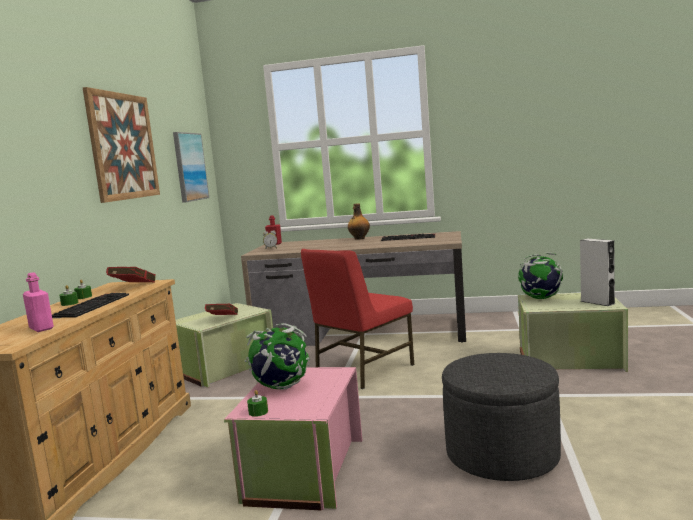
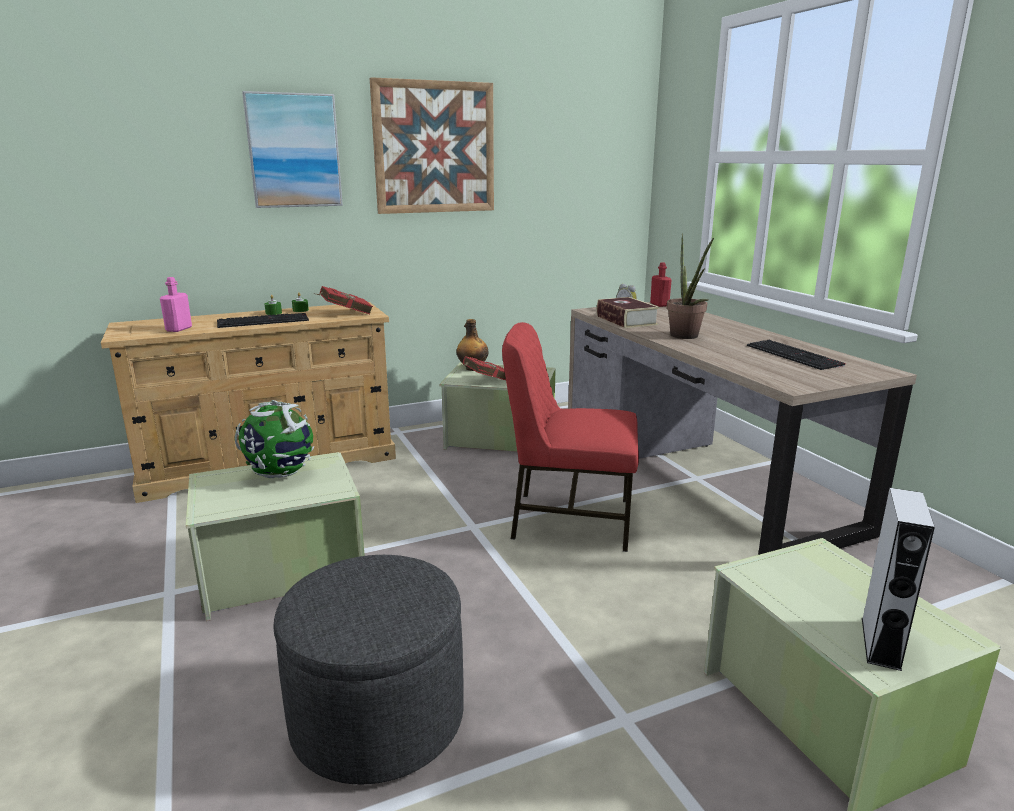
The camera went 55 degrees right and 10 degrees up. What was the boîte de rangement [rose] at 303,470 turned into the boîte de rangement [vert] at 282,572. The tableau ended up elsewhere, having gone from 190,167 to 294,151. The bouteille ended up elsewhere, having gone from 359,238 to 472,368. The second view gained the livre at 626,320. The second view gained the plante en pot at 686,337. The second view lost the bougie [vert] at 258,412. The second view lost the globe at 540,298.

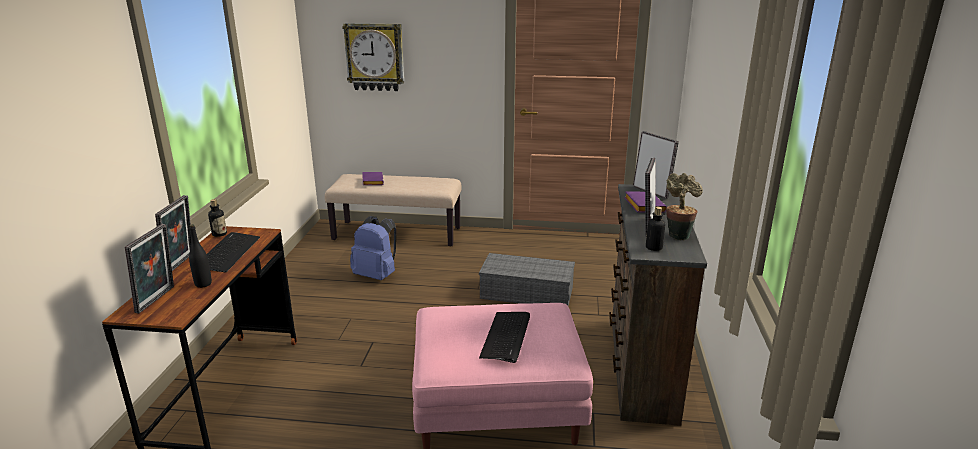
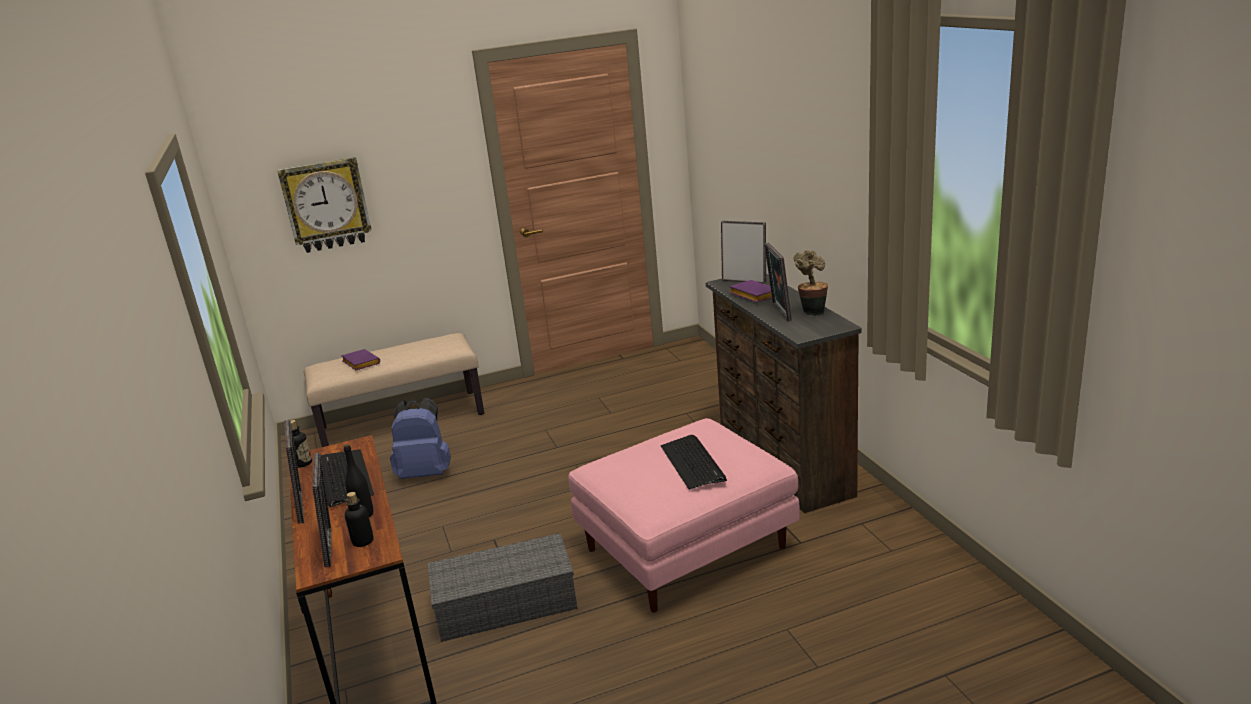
The camera went 25 degrees left and 0 degrees up. The bouteille ended up elsewhere, having gone from 654,247 to 363,541. The boîte de rangement [gris] ended up elsewhere, having gone from 528,292 to 507,602.

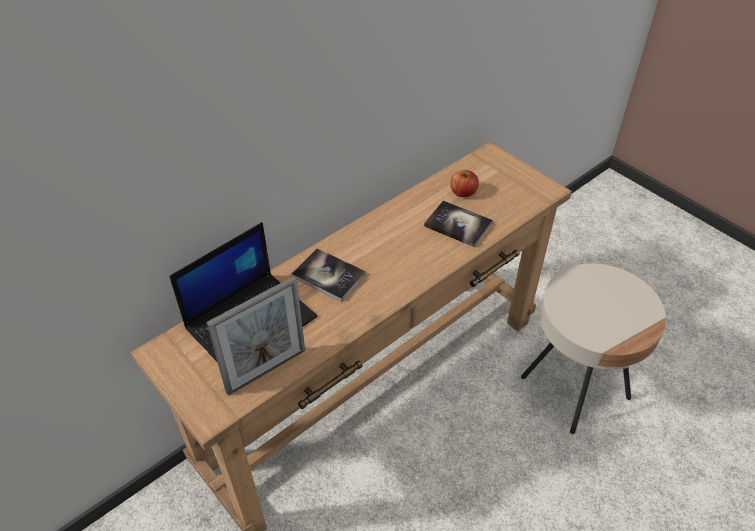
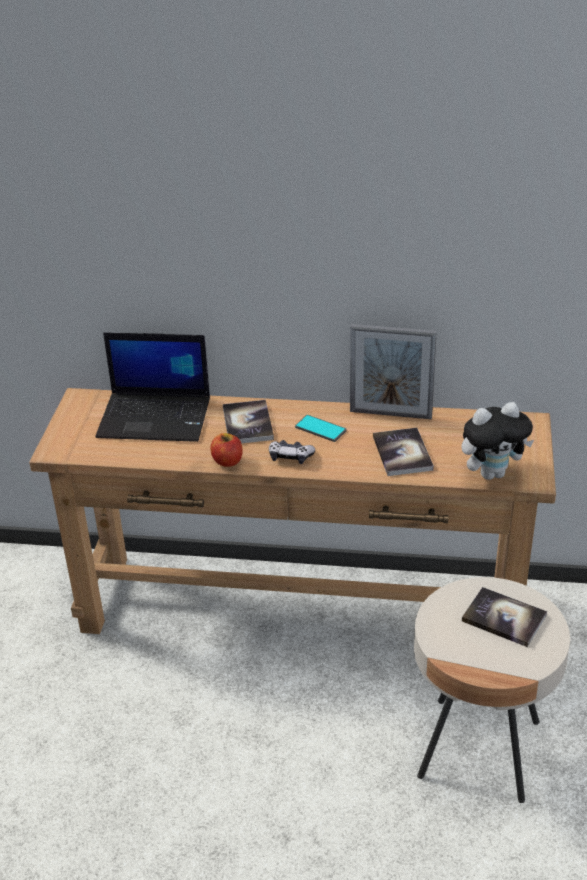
The camera went 50 degrees right and 10 degrees down. The pomme ended up elsewhere, having gone from 463,192 to 227,461. The second view gained the manette at 290,457. The second view gained the téléphone at 320,429. The cadre photo ended up elsewhere, having gone from 266,371 to 390,414. The second view gained the peluche at 492,473. The second view gained the livre at 504,618.

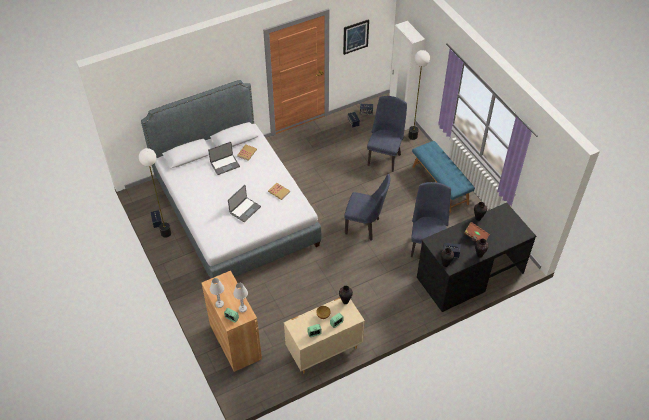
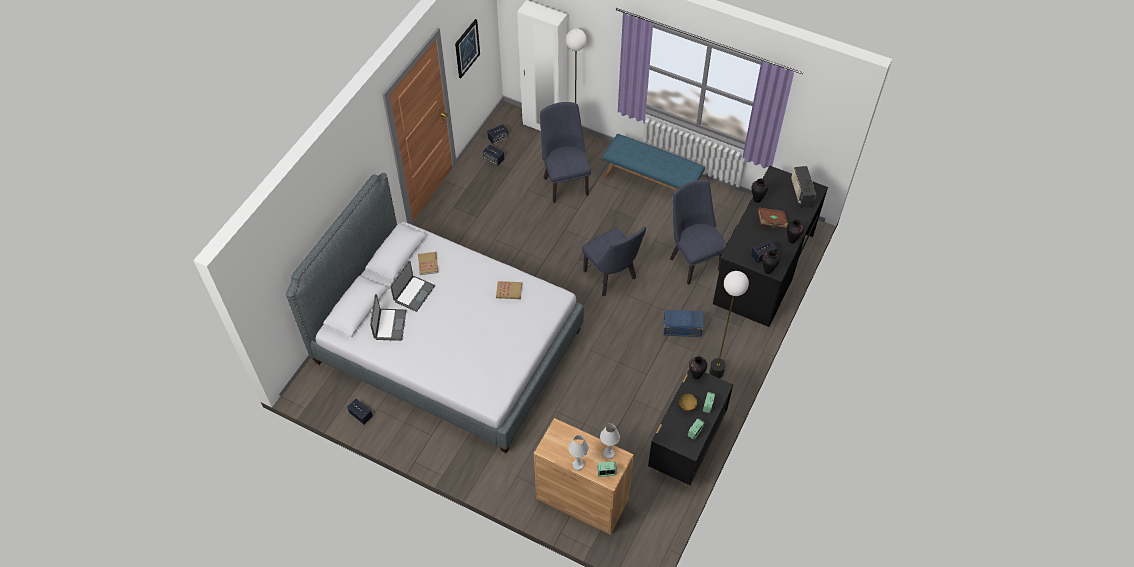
The camera went 35 degrees left and 5 degrees up. The ordinateur portable ended up elsewhere, having gone from 244,209 to 389,325. The chaise [bleu] at 365,227 ended up facing another way, 75 degrees clockwise from before. What was the commode [beige] at 323,350 turned into the commode [noir] at 685,447. The second view gained the boîte de rangement [bleu] at 683,328. The lampadaire ended up elsewhere, having gone from 166,233 to 716,372. The second view gained the radio at 801,194.

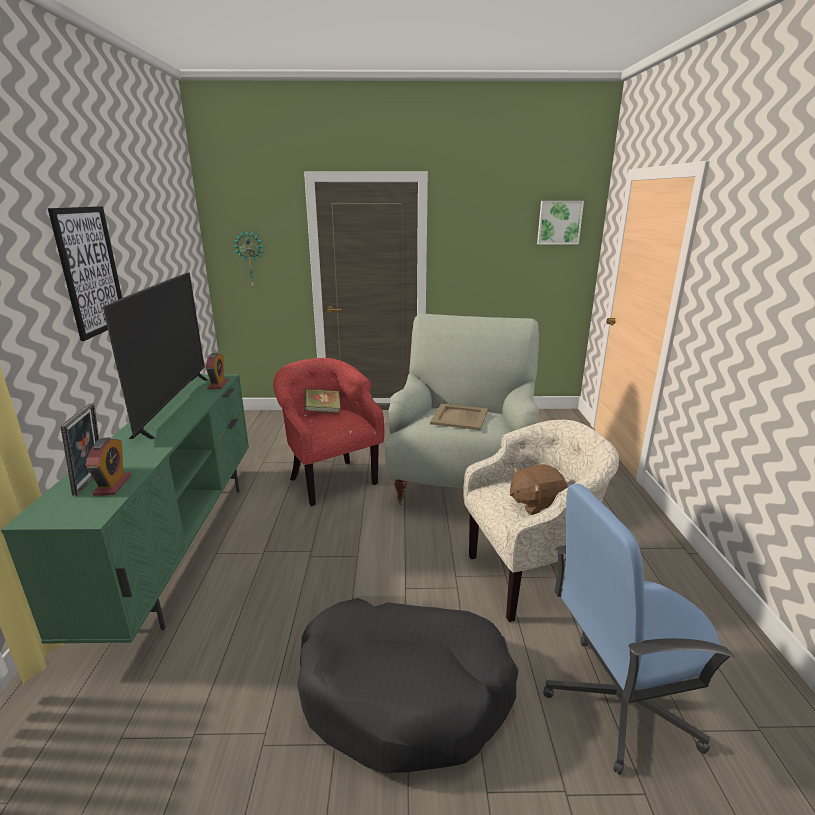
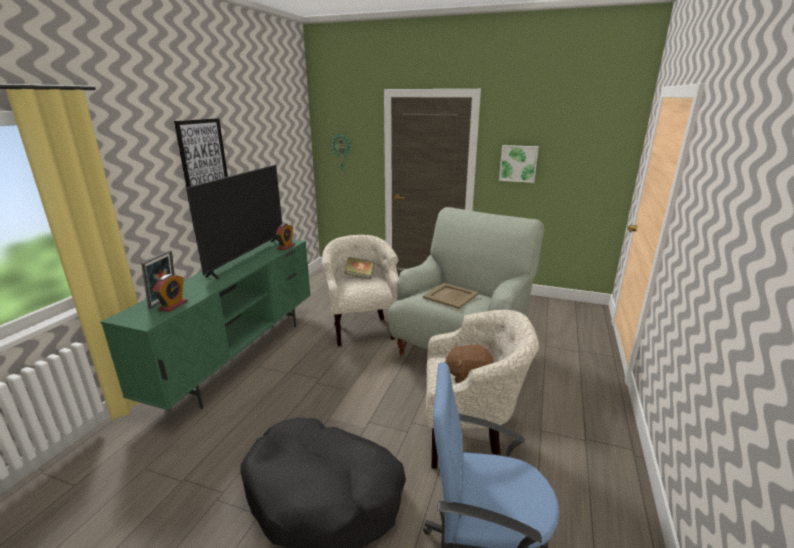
The camera went 20 degrees right and 0 degrees up. What was the fauteuil [rouge] at 330,479 turned into the fauteuil [beige] at 362,329. The tableau ended up elsewhere, having gone from 559,222 to 518,163.

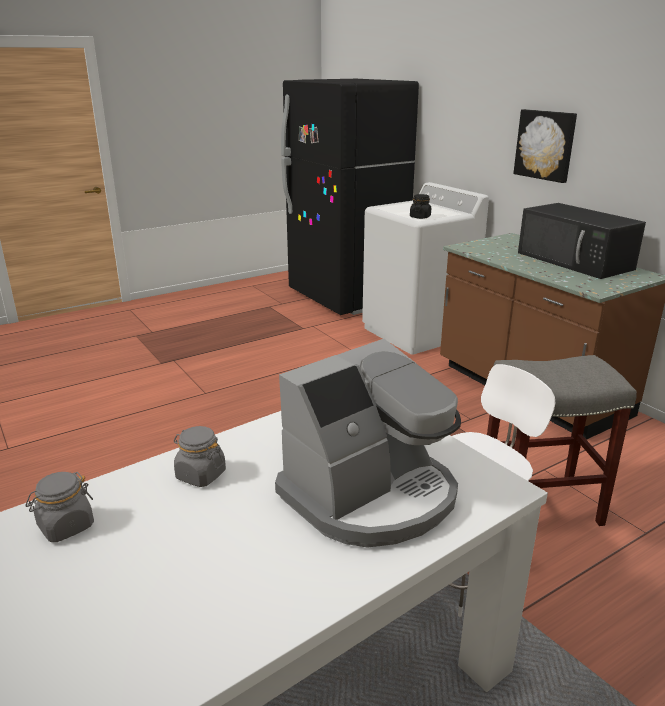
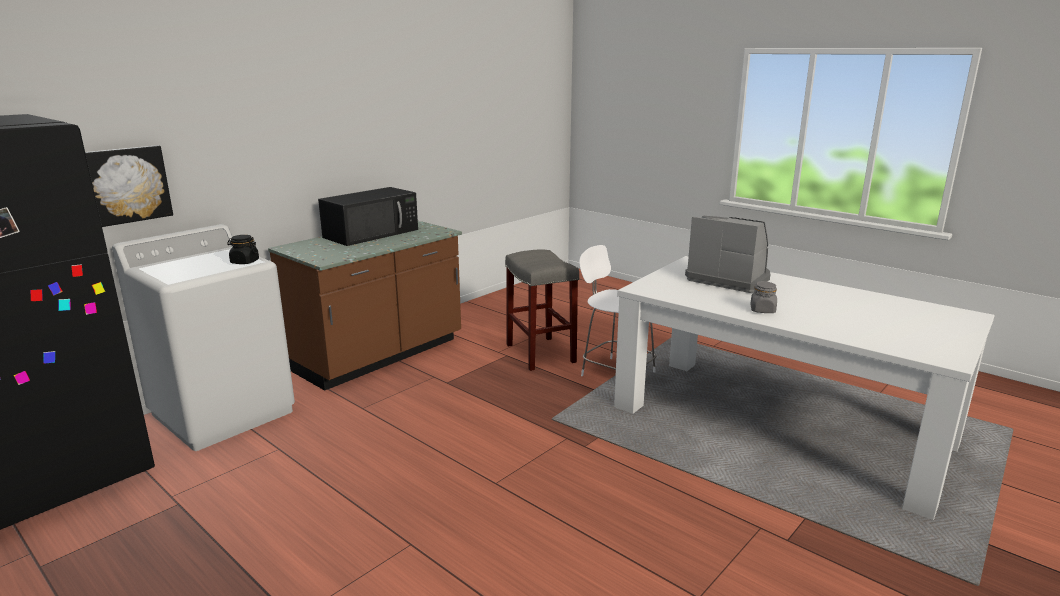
The camera went 105 degrees left and 5 degrees down. The tableau ended up elsewhere, having gone from 545,145 to 126,185. The second view lost the bocal [gris] at 65,526.

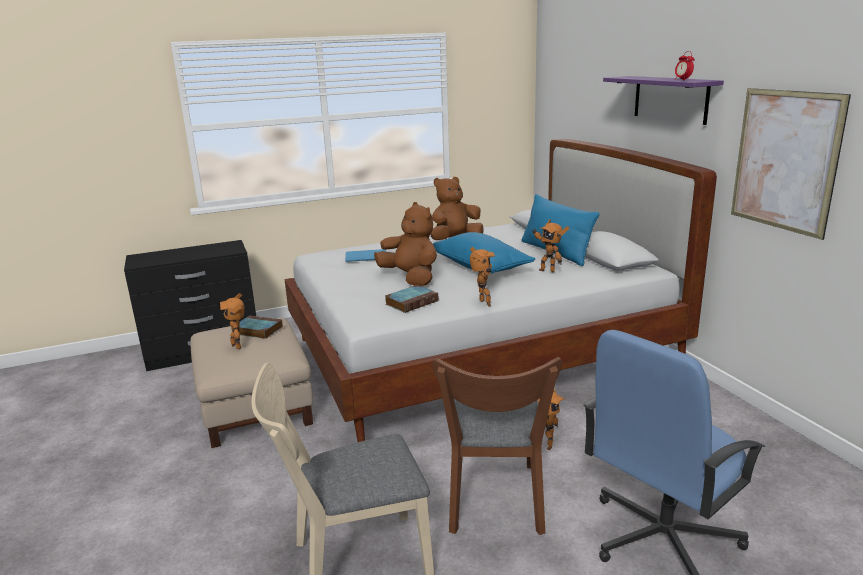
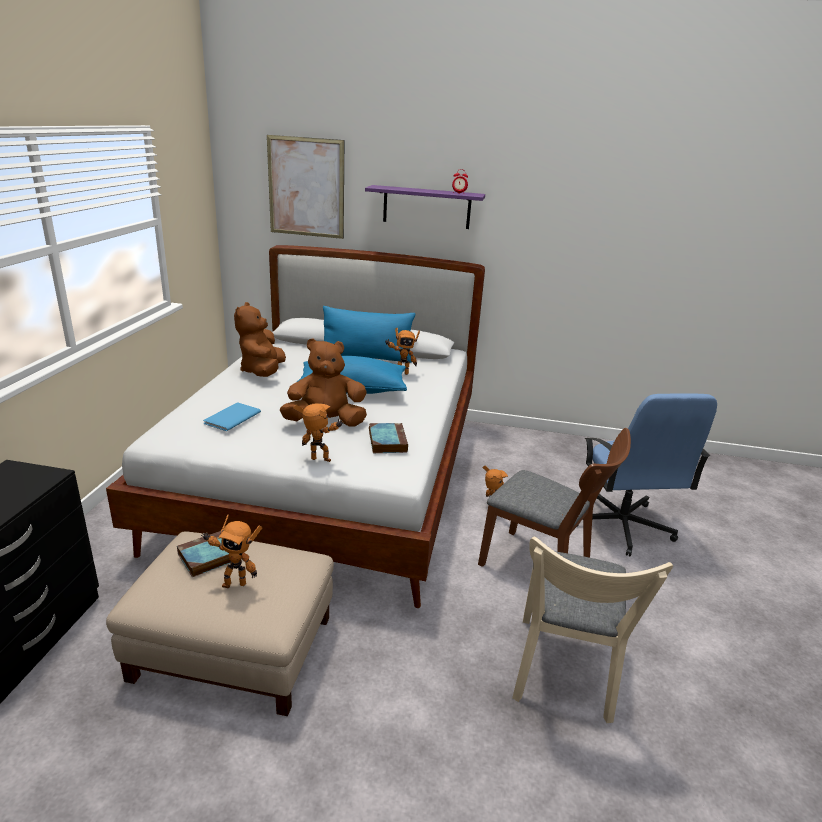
The camera went 60 degrees left and 5 degrees up. The tableau ended up elsewhere, having gone from 784,160 to 306,187. The robot jouet ended up elsewhere, having gone from 483,304 to 320,461.

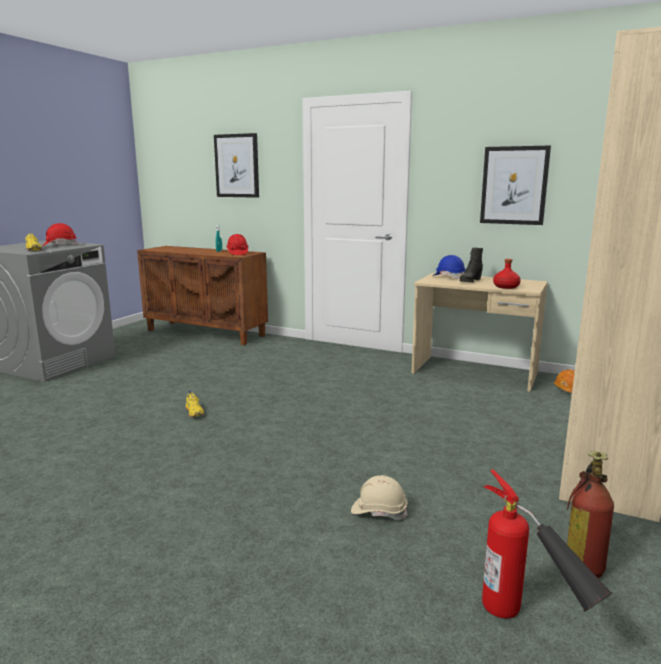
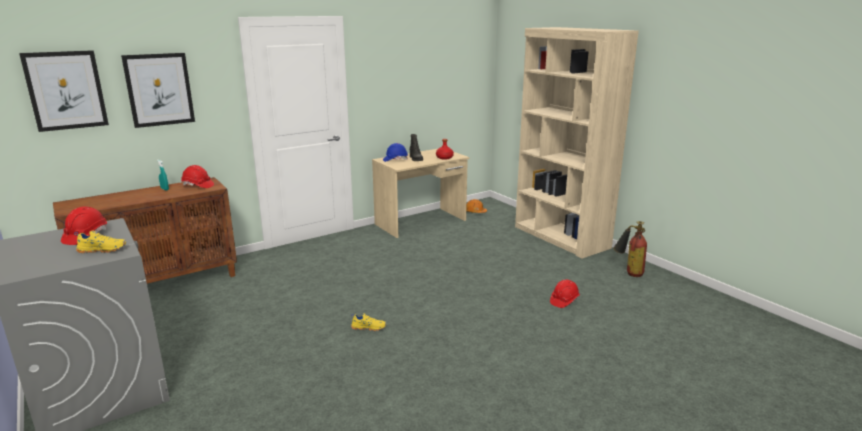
The camera went 60 degrees left and 5 degrees up. The tableau ended up elsewhere, having gone from 514,185 to 66,90. What was the casque de chantier [beige] at 379,511 turned into the casque de chantier [rouge] at 564,300. The second view lost the extincteur at 529,628.

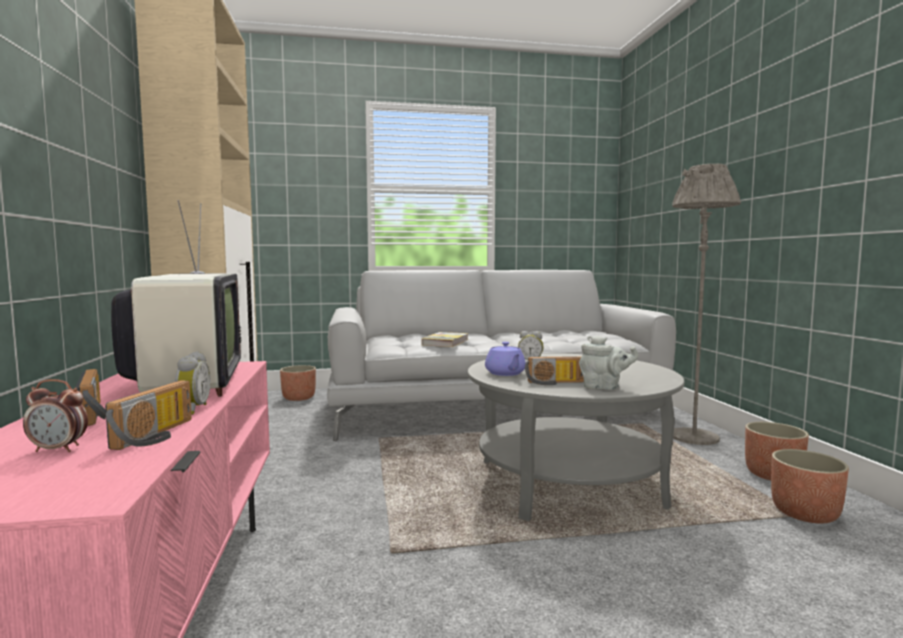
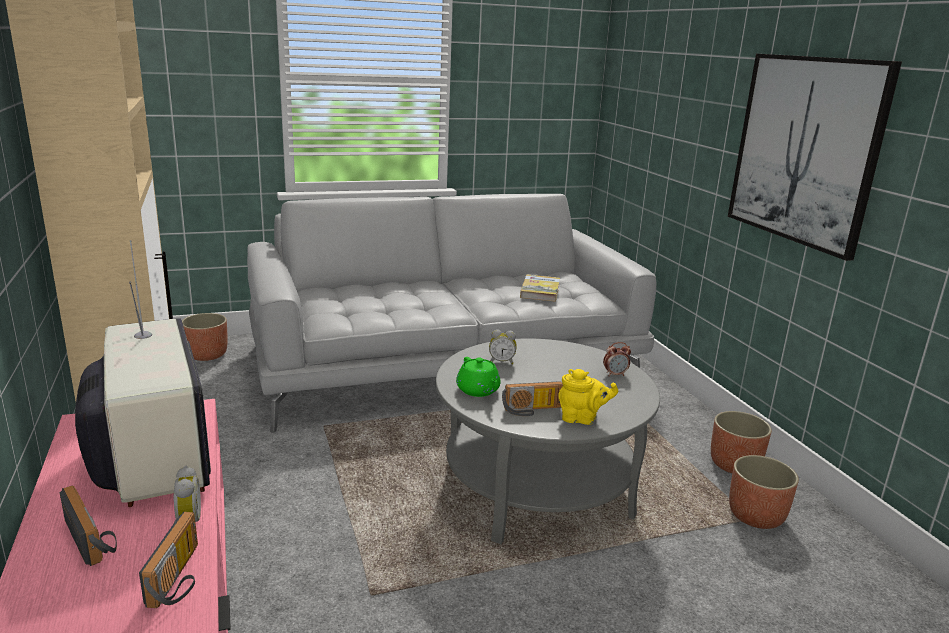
The camera went 10 degrees left and 15 degrees up. What was the théière [violet] at 505,373 turned into the théière [vert] at 478,390. The livre ended up elsewhere, having gone from 445,342 to 540,291. What was the théière [gris] at 604,387 turned into the théière [jaune] at 582,419. The réveil ended up elsewhere, having gone from 58,449 to 615,374. The second view gained the tableau at 805,150. The second view lost the lampadaire [gris] at 694,437.

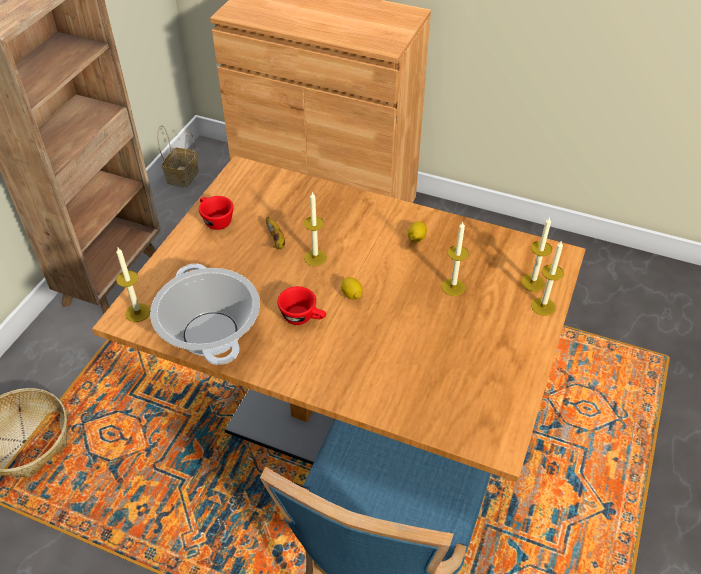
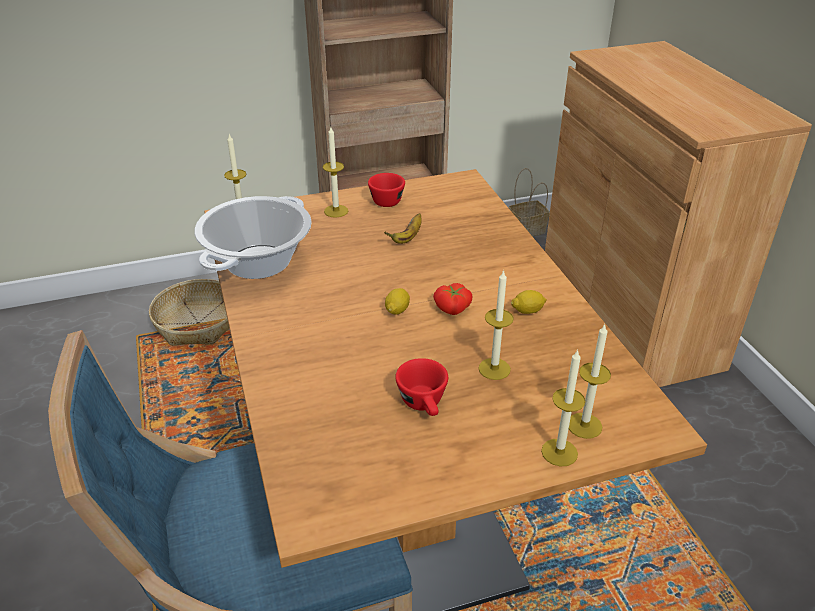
The camera went 50 degrees right and 10 degrees down. The bougie ended up elsewhere, having gone from 315,257 to 336,211. The tasse [rouge] ended up elsewhere, having gone from 303,317 to 424,405. The second view gained the tomate at 452,309.

